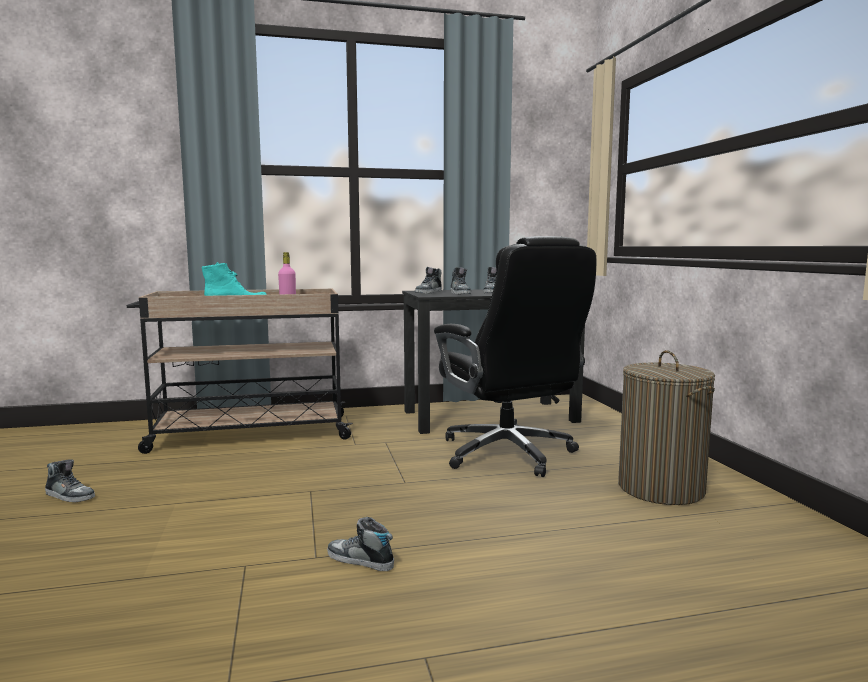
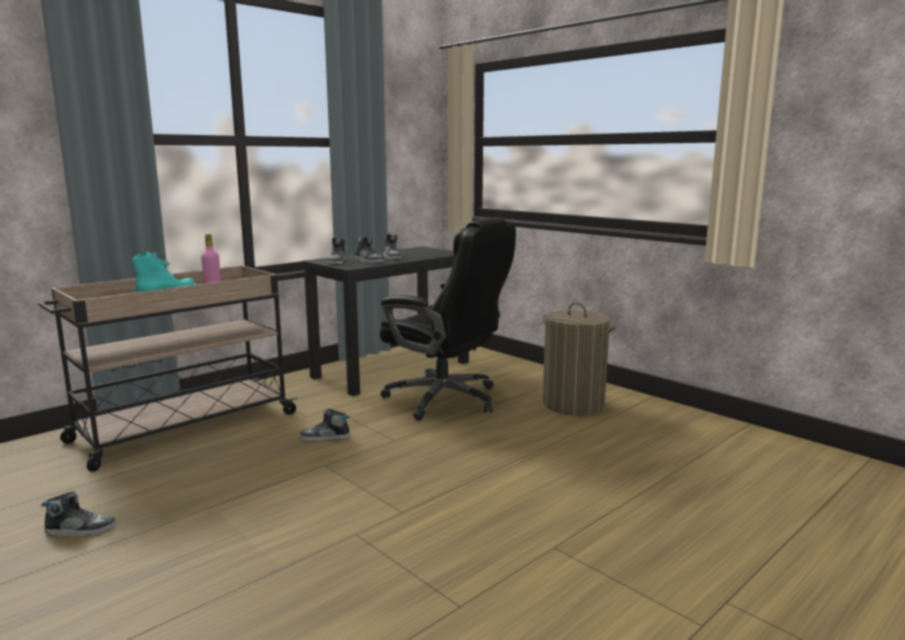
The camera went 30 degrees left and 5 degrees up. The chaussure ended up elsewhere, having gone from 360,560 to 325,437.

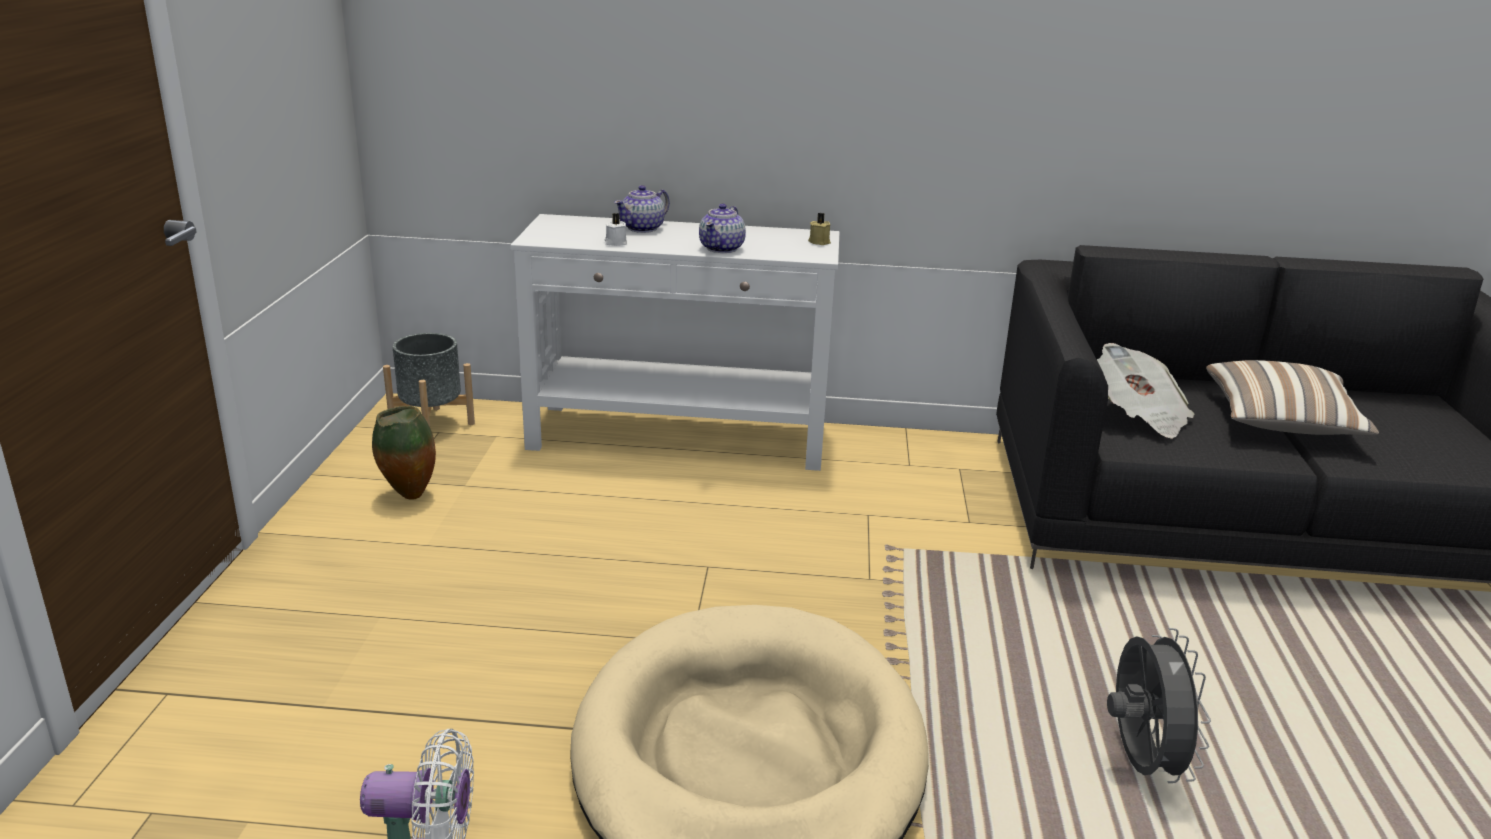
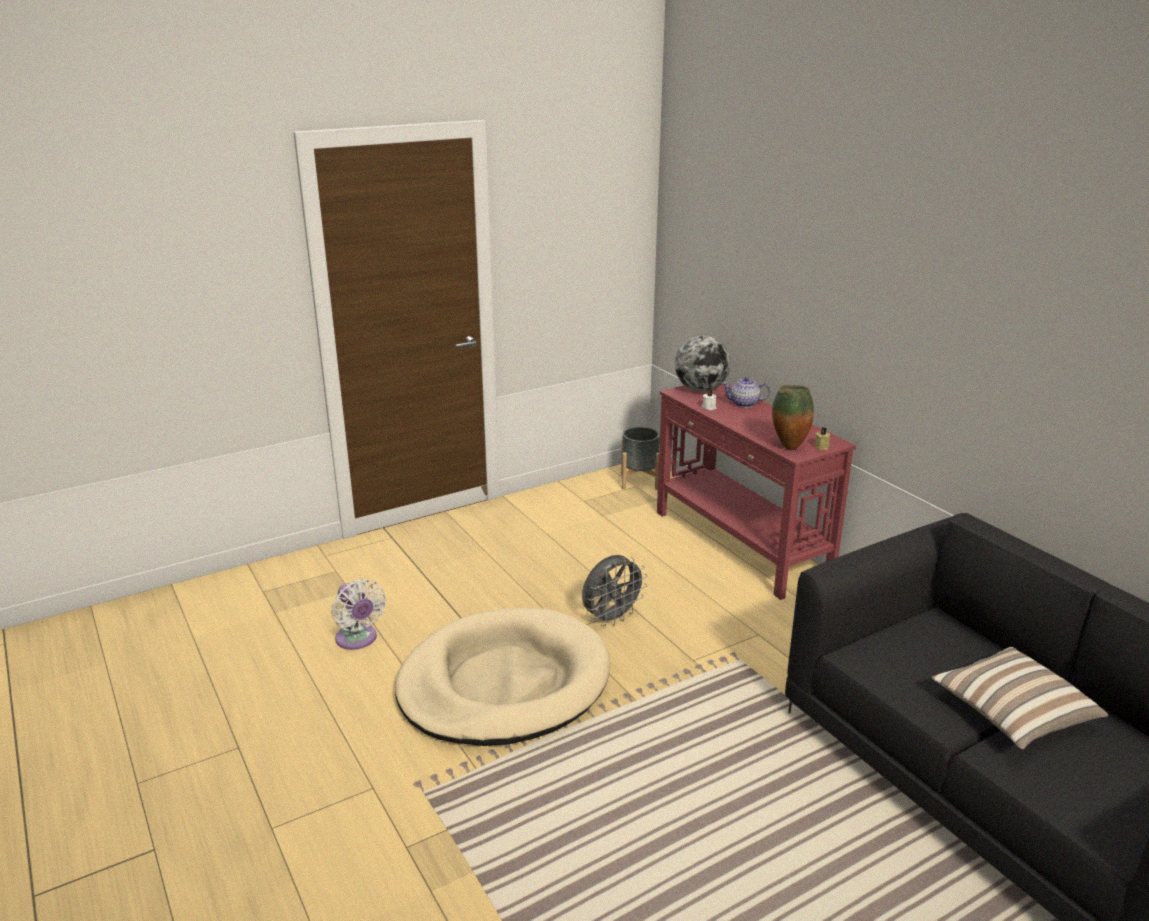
The camera went 55 degrees right and 0 degrees up. The ventilateur [gris] ended up elsewhere, having gone from 1139,763 to 611,618. What was the table console [blanc] at 680,437 turned into the table console [rouge] at 740,544. The second view gained the globe at 700,389. The vase ended up elsewhere, having gone from 408,497 to 788,447. The second view lost the théière at 722,248. The second view lost the journal at 1139,416.

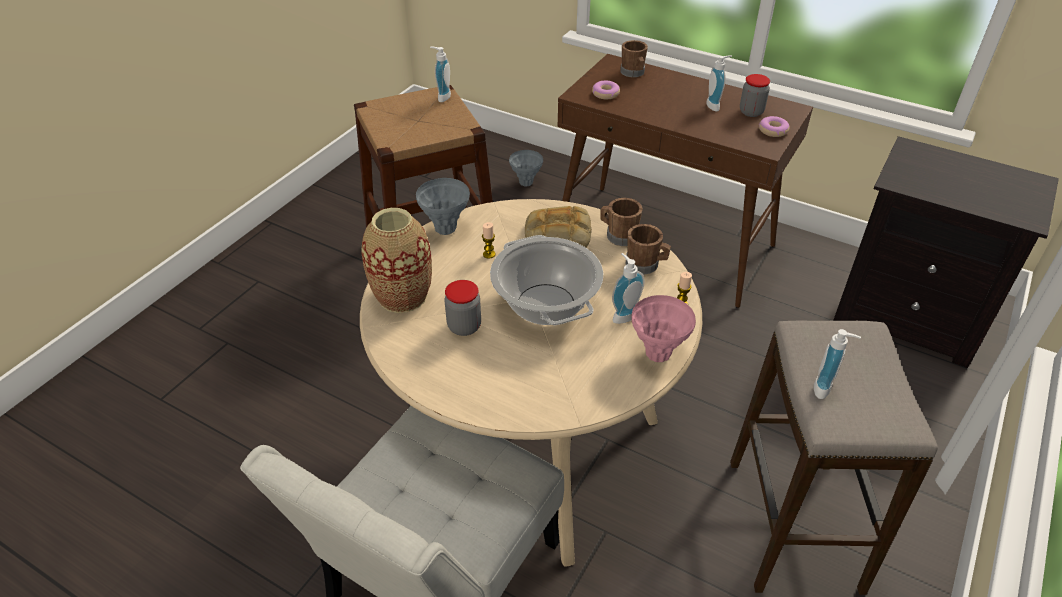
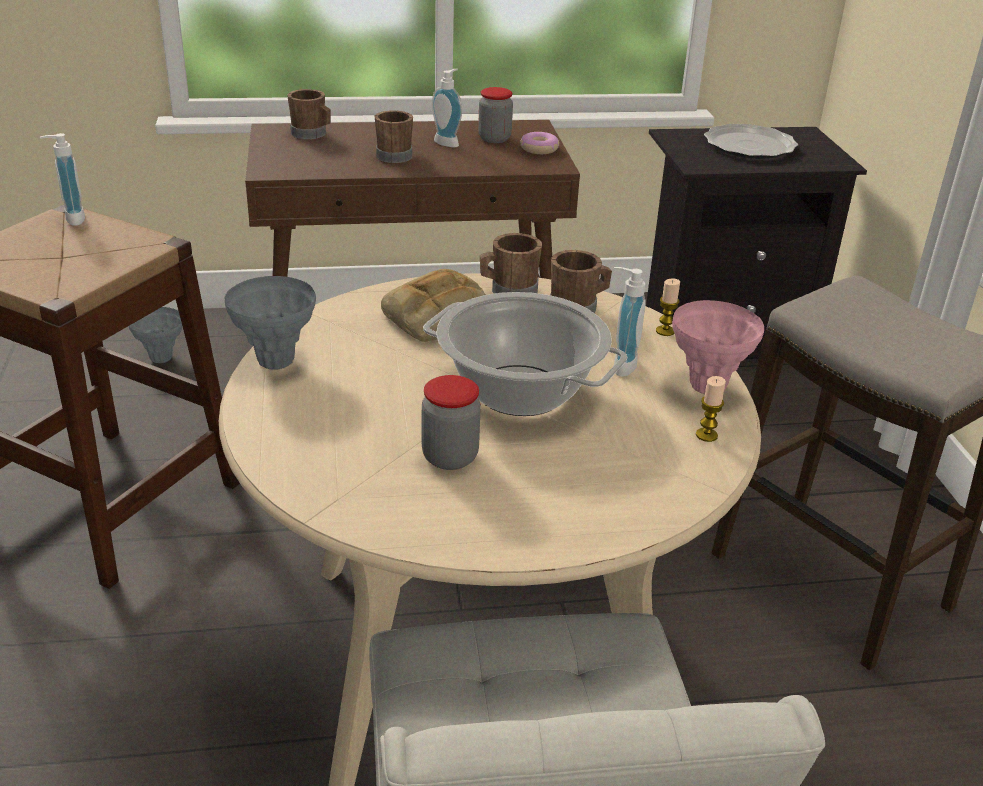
The camera went 40 degrees left and 10 degrees down. The second view gained the mug [marron] at 396,155. The bougie ended up elsewhere, having gone from 489,254 to 706,435. The second view gained the assiette at 749,145. The second view lost the vase at 402,296. The second view lost the beignet at 605,94. The second view lost the distributeur de savon at 826,388.

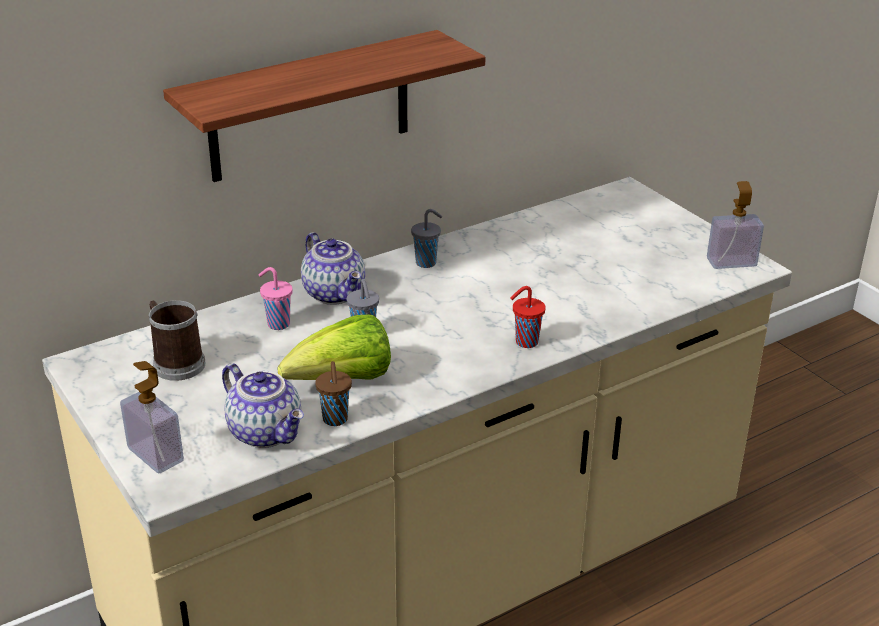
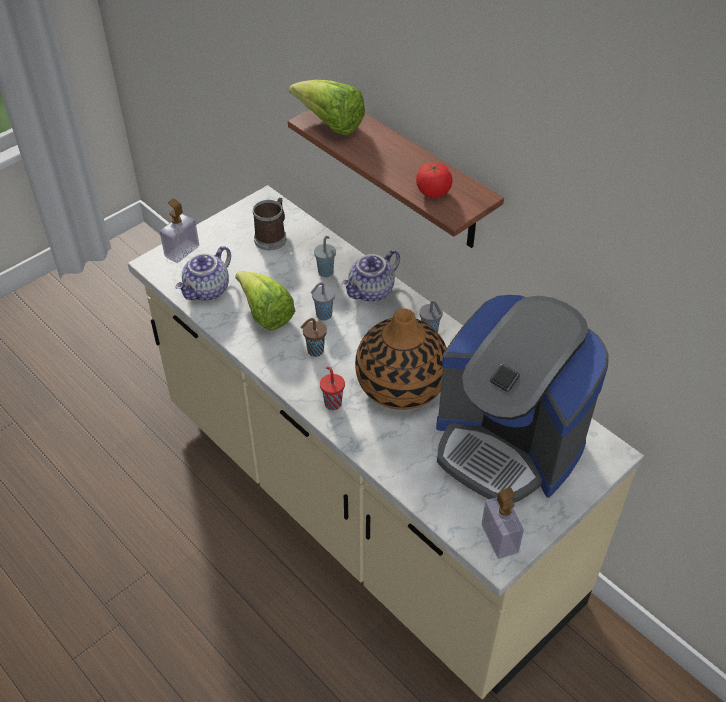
The camera went 80 degrees right and 15 degrees up. The second view gained the laitue at 330,124. The tasse [marron] ended up elsewhere, having gone from 335,420 to 314,351. What was the tasse [rose] at 277,324 turned into the tasse [gris] at 326,271. The second view gained the vase at 401,384. The second view gained the tomate at 433,192. The second view gained the machine à café at 508,443.

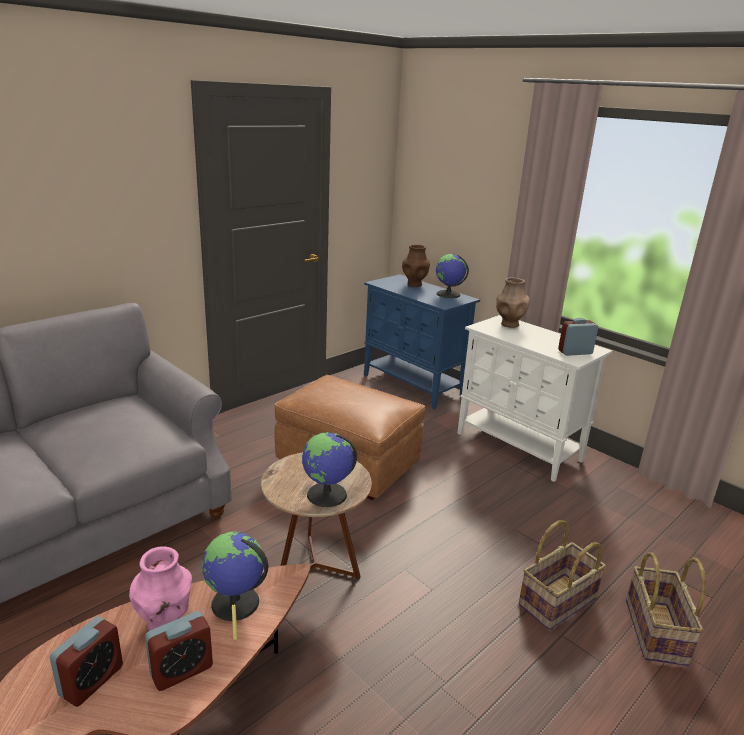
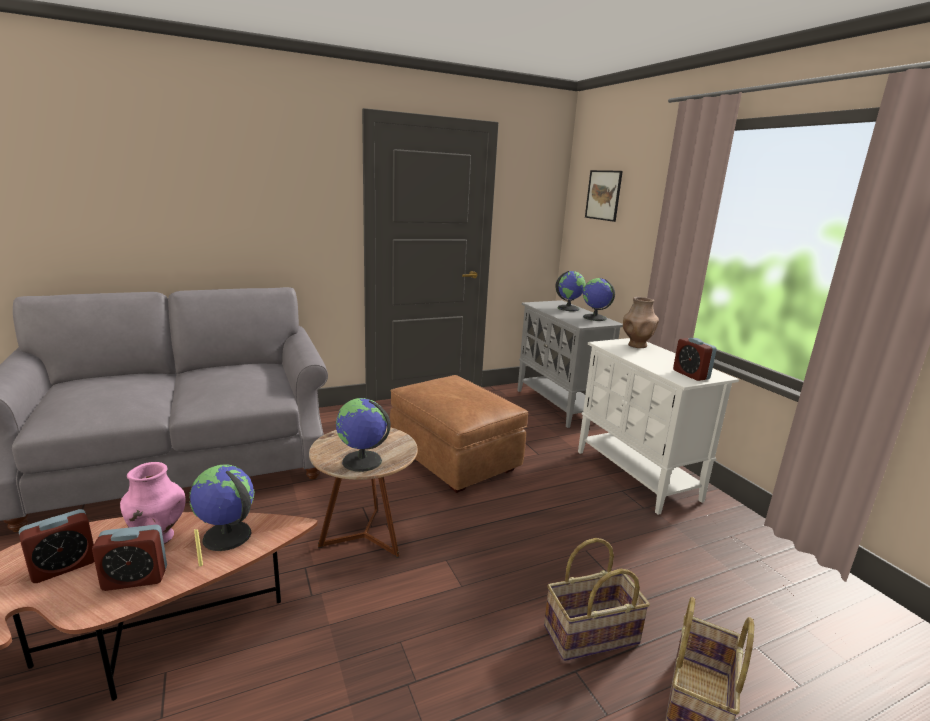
The camera went 20 degrees right and 5 degrees down. What was the meuble de rangement [bleu] at 413,385 turned into the meuble de rangement [gris] at 559,405. Where the vase [marron] stood at 414,285, the globe came to stand at 568,308. The second view gained the tableau at 603,195. The réveil at 575,352 ended up facing another way, 120 degrees counterclockwise from before.

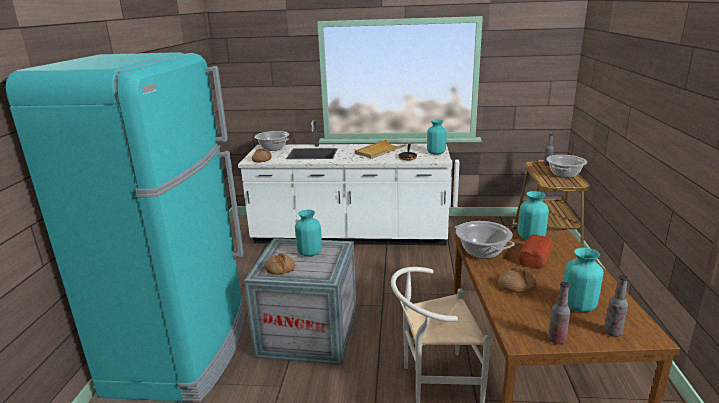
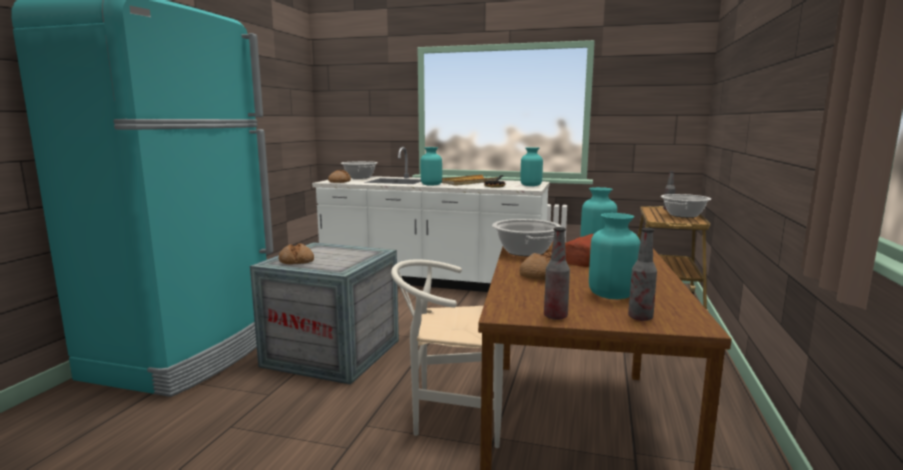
The camera went 10 degrees right and 10 degrees down. The vase [turquoise] ended up elsewhere, having gone from 309,252 to 431,184.

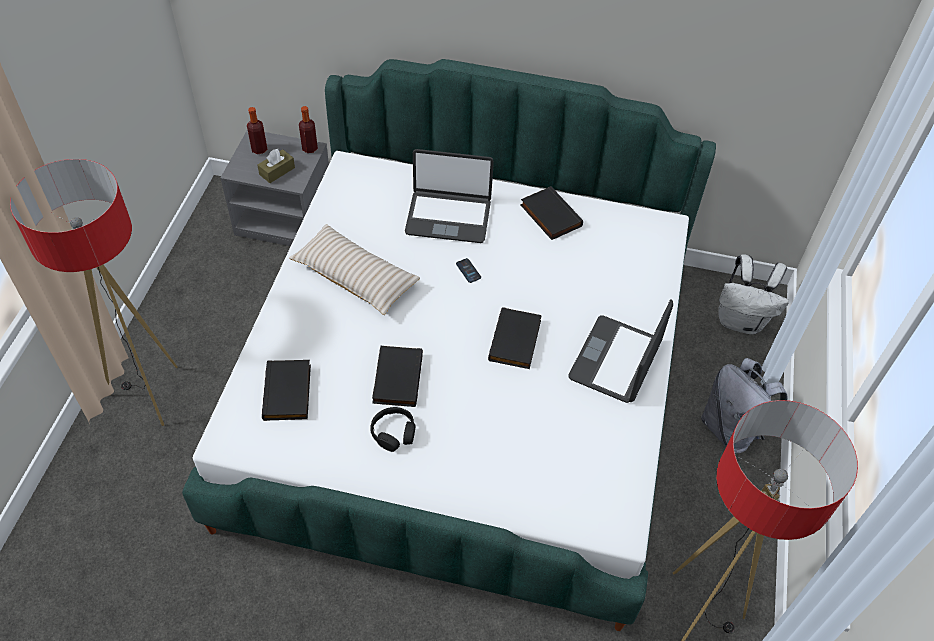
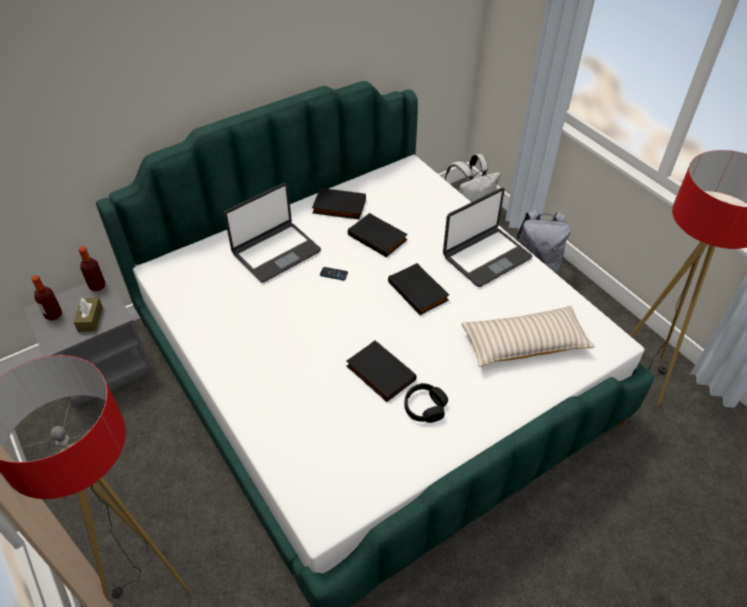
The camera went 45 degrees left and 5 degrees down. The livre [noir] ended up elsewhere, having gone from 289,392 to 378,237. The ordinateur portable at 616,360 ended up facing another way, 105 degrees counterclockwise from before. The coussin [beige] ended up elsewhere, having gone from 355,277 to 524,344.

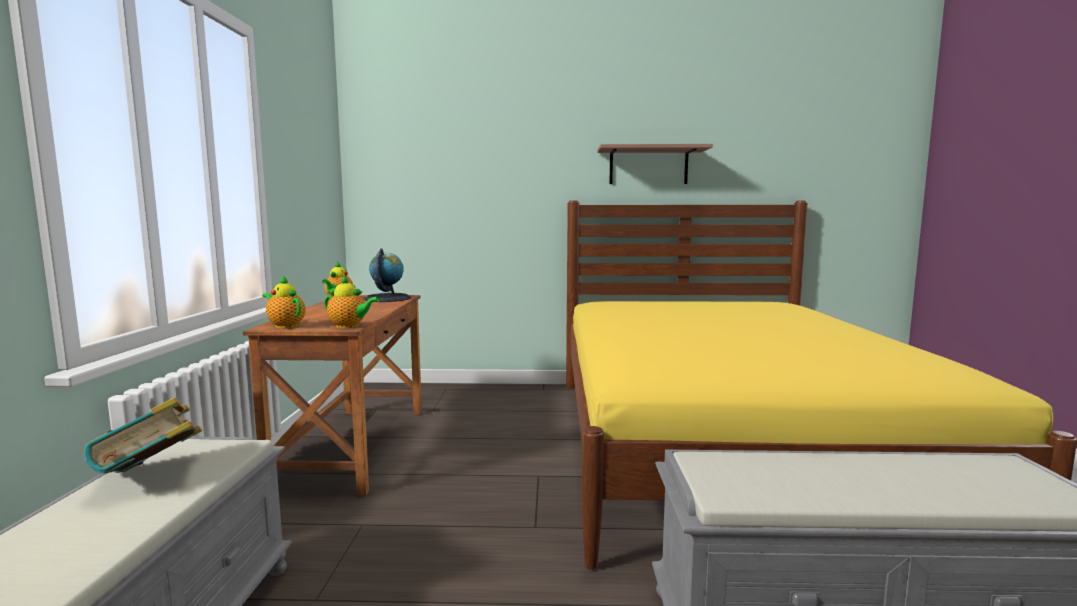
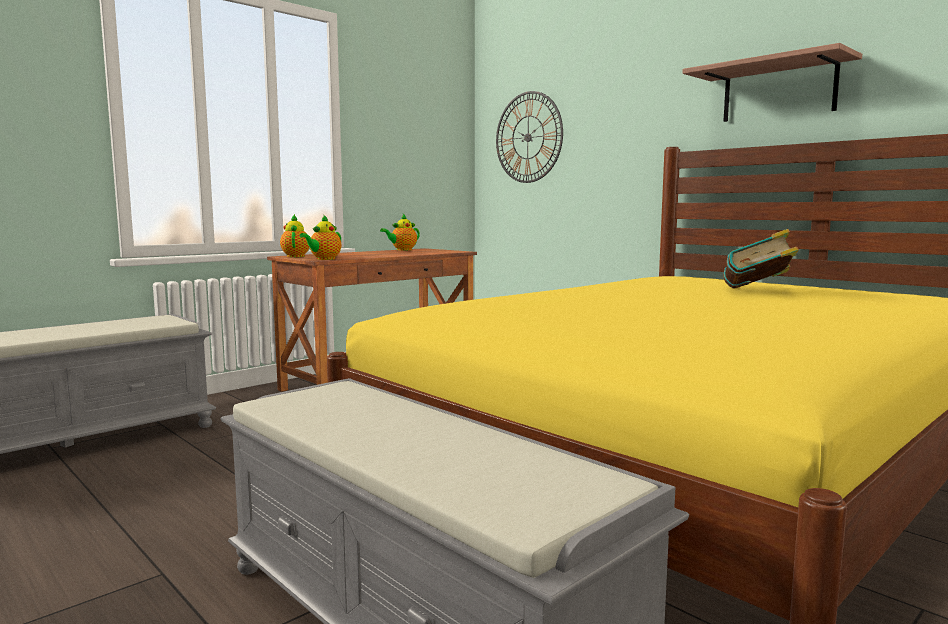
The camera went 45 degrees right and 0 degrees up. The théière at 349,326 ended up facing another way, 60 degrees clockwise from before. The second view gained the horloge murale at 528,137. The livre ended up elsewhere, having gone from 152,477 to 757,291. The second view lost the globe at 387,298.

